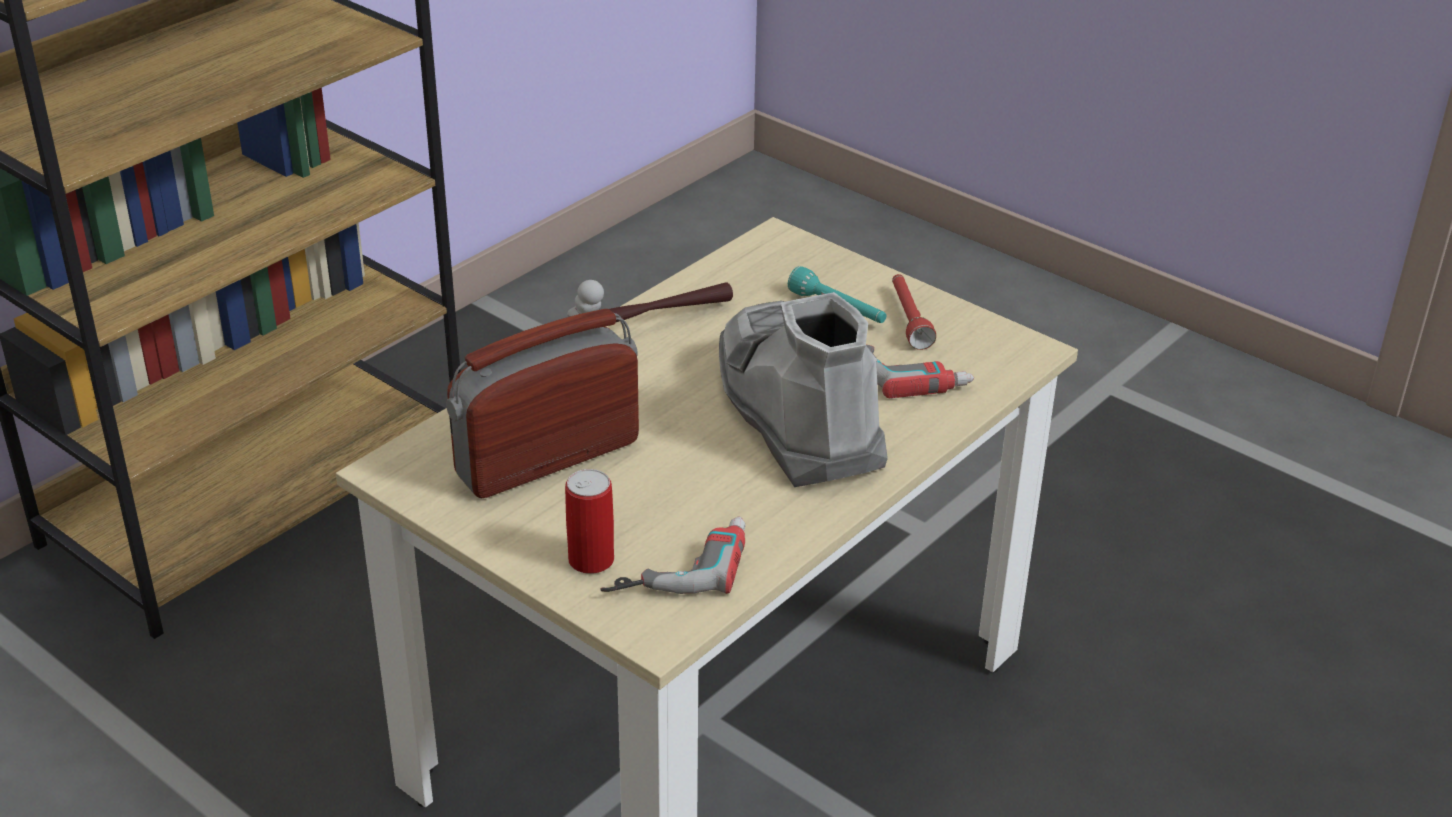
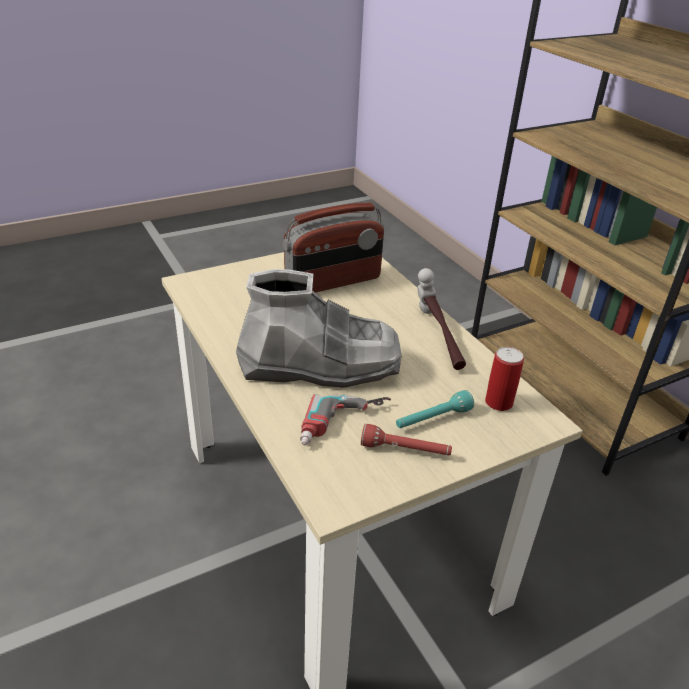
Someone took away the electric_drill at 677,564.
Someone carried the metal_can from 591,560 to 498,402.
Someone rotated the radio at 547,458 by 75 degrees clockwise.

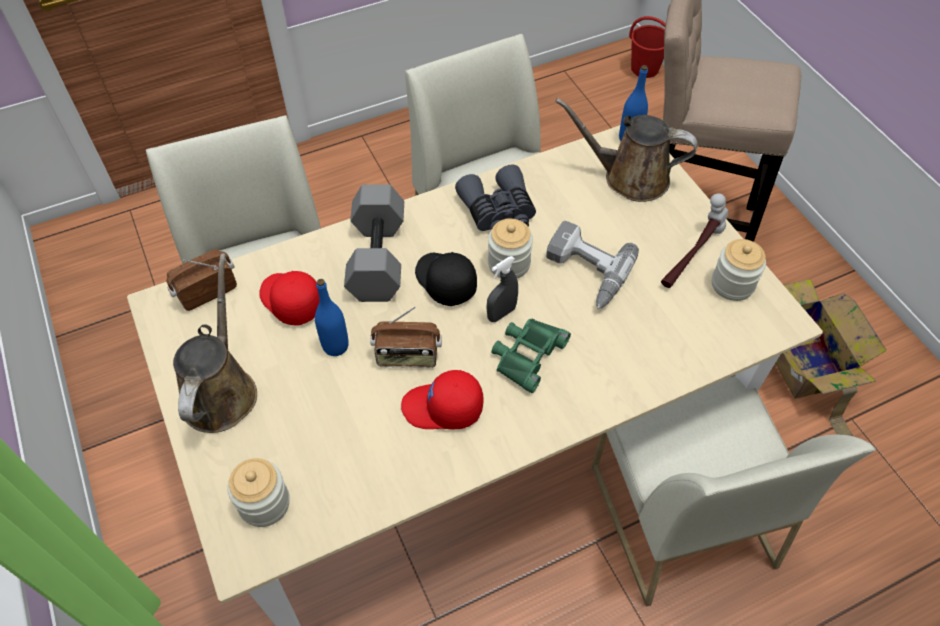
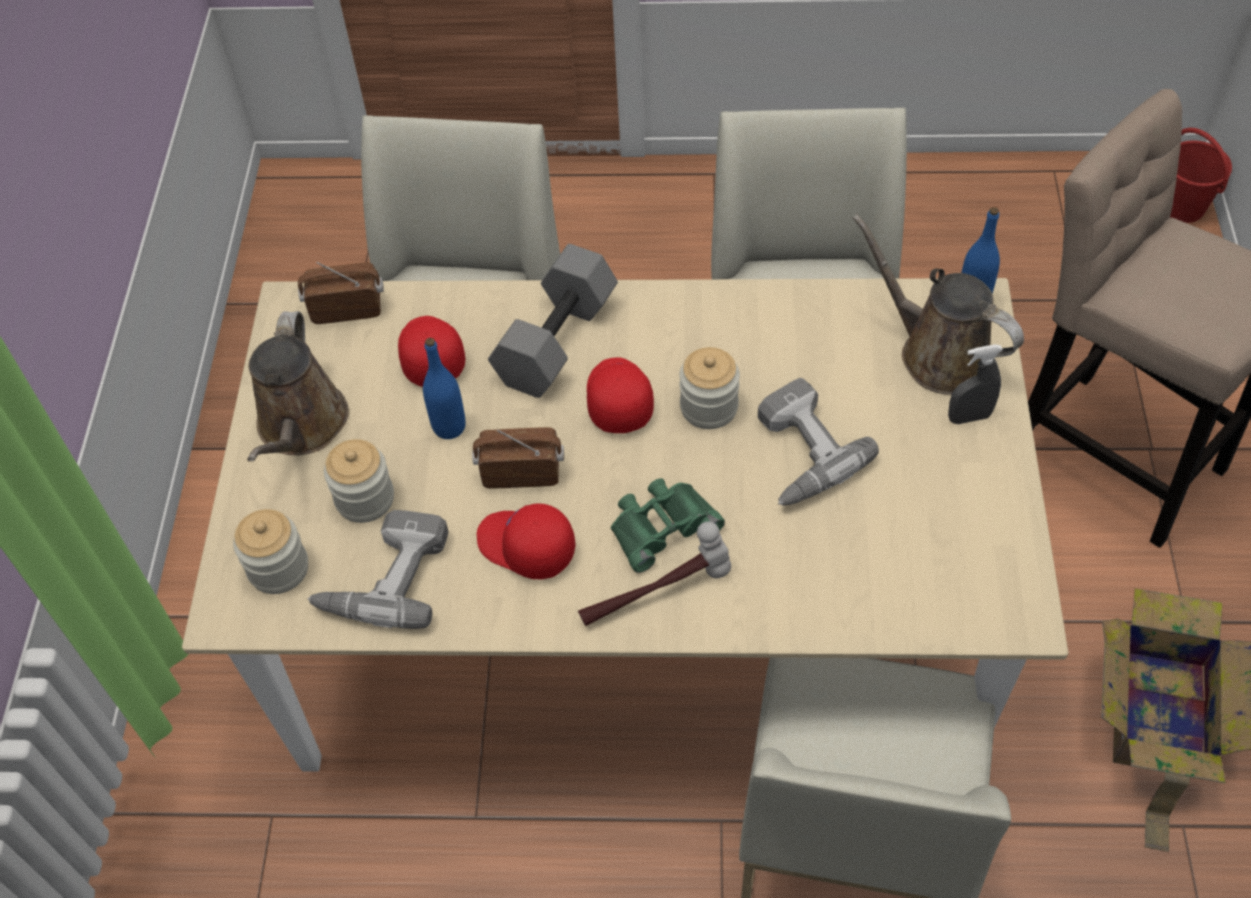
Someone took away the gray_pair_of_binoculars at 498,211.
Someone put down the electric_drill at 384,576.
Someone carried the gray_hand_sprayer from 501,313 to 969,417.
Someone carried the hammer from 691,255 to 655,593.
Someone carried the preserve_jar from 732,284 to 365,498.
Someone repainted the black-coloured_peaked_cap at 444,282, which became the reddish_peaked_cap at 617,399.
Someone rotated the brownish_watering_can at 221,390 by 150 degrees clockwise.
Someone rotated the radio at 407,357 by 150 degrees clockwise.

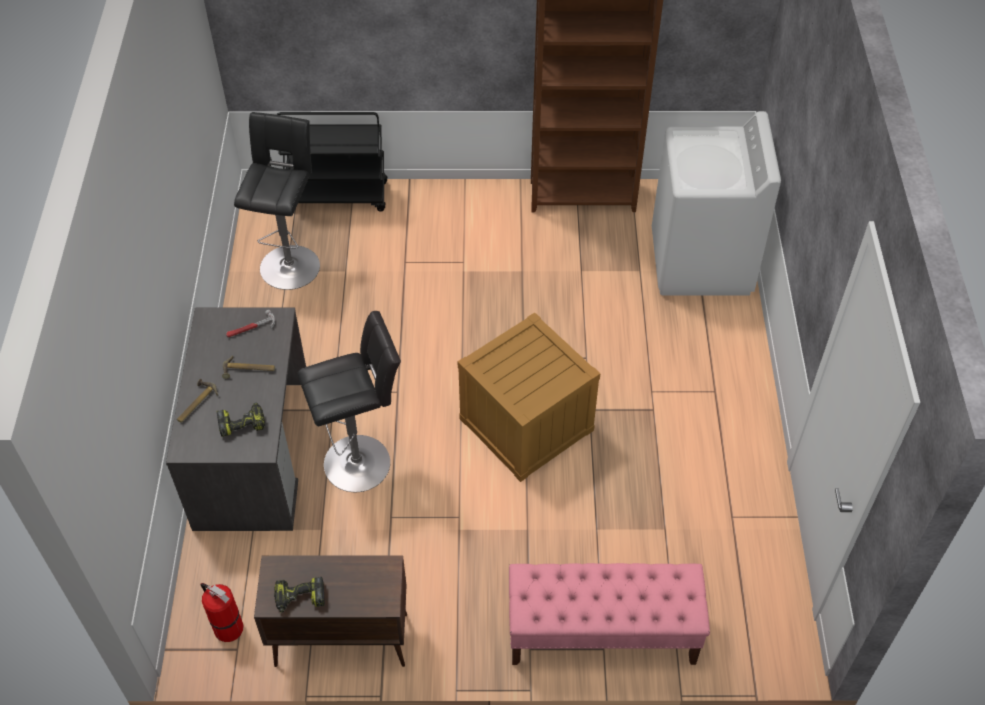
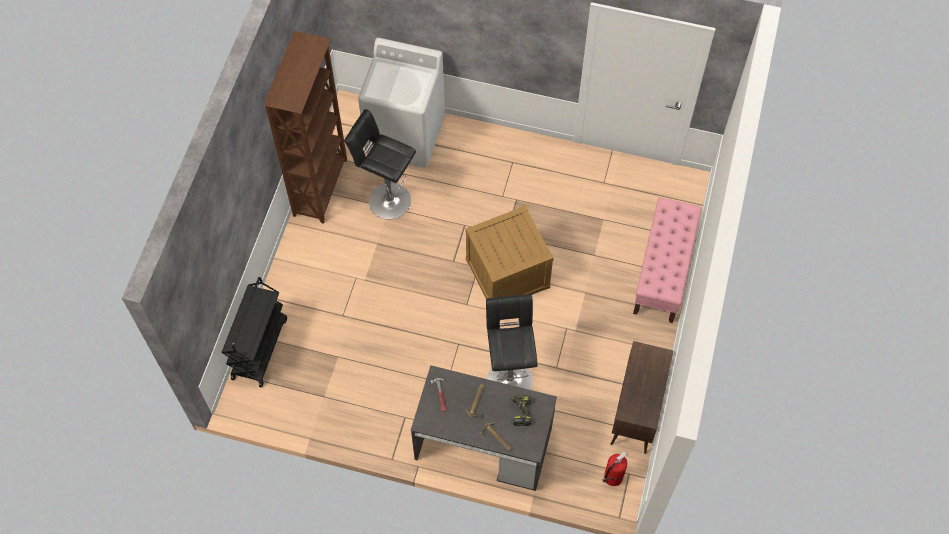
Someone took away the electric_drill at 300,598.
Someone carried the black-coloured_stool_seat from 291,263 to 386,199.

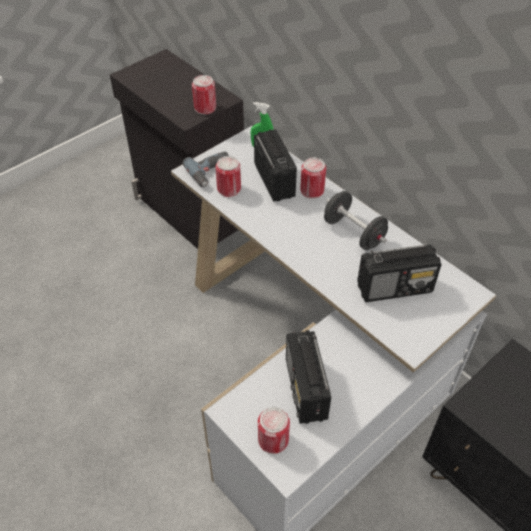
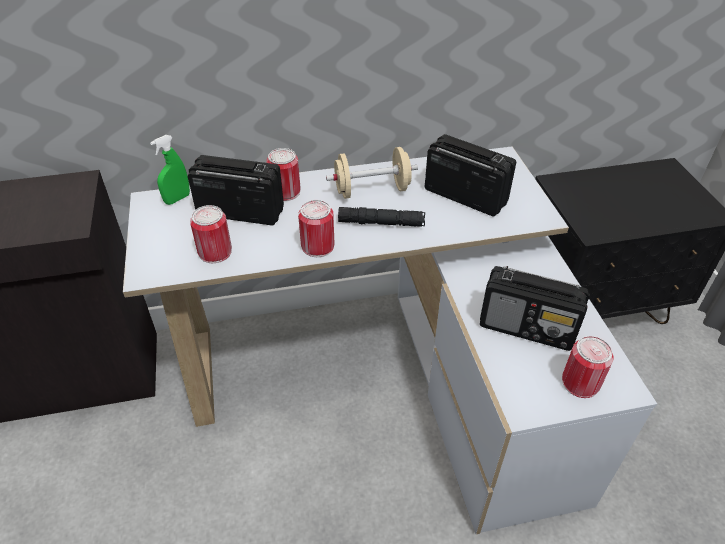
Someone took away the electric_drill at 211,172.
Someone put down the black-coloured_torch at 381,223.
Someone carried the metal_can from 205,107 to 317,246.
Someone repainted the black-coloured_free_weight at 353,233, which became the beige-coloured_free_weight at 372,190.
Someone rotated the radio at 395,288 by 75 degrees counterclockwise.

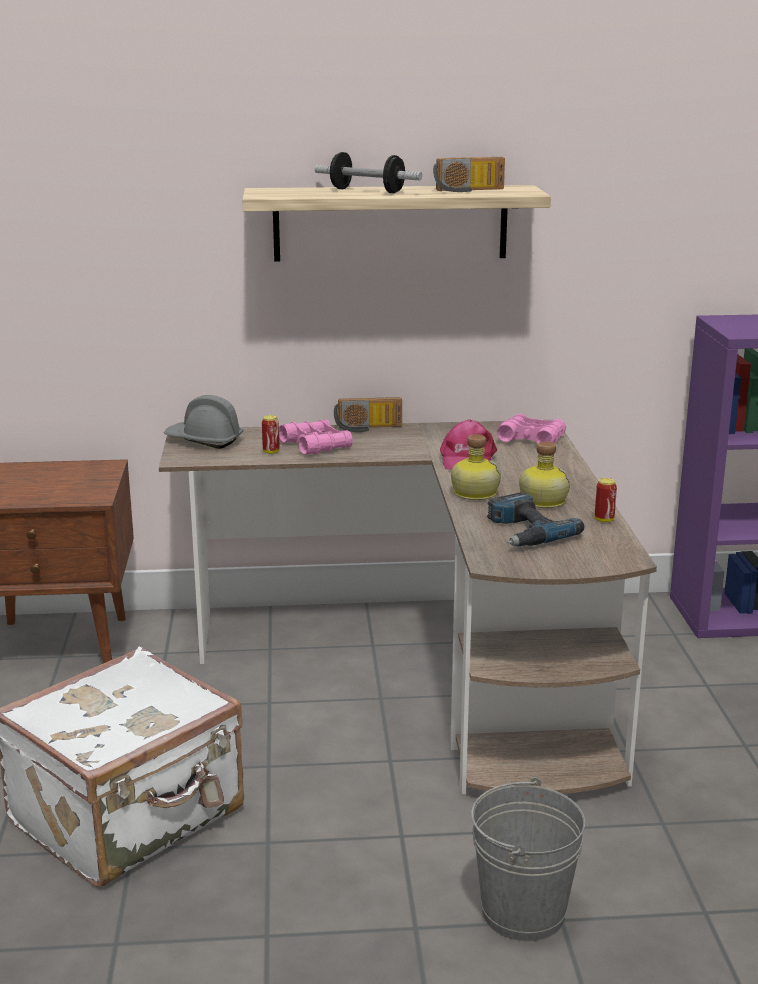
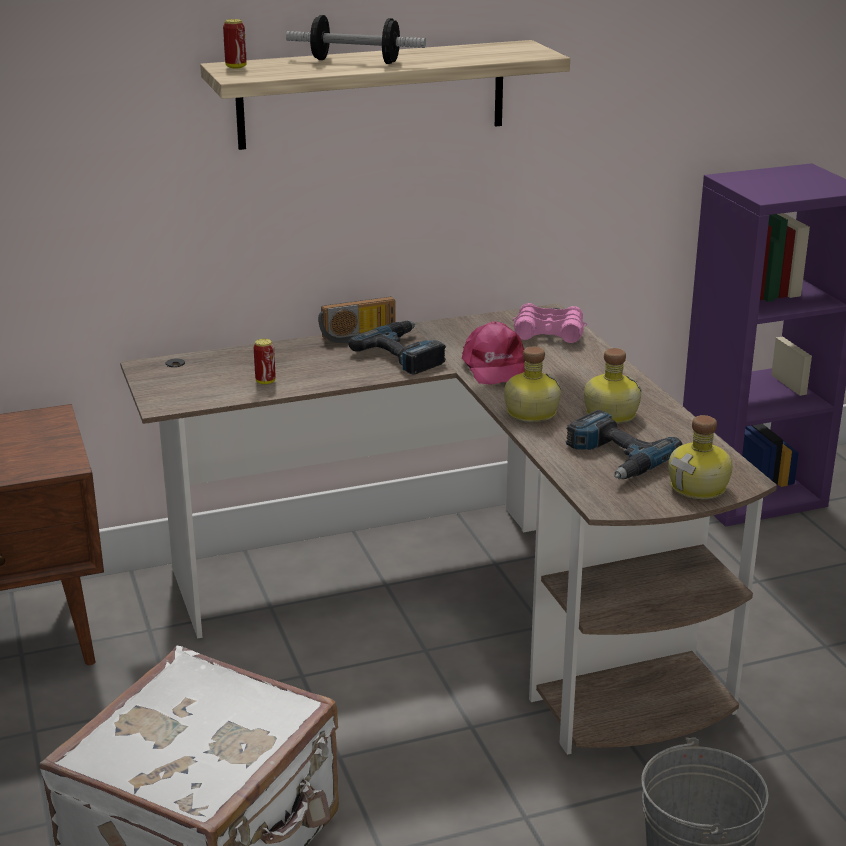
Someone took away the gray_work_helmet at 204,440.
Someone took away the pinkish_pair_of_binoculars at 316,445.
Someone took away the radio at 469,190.
Someone put down the electric_drill at 405,354.
Someone put down the beverage_bottle at 700,487.
Someone carried the metal_can from 604,520 to 236,67.

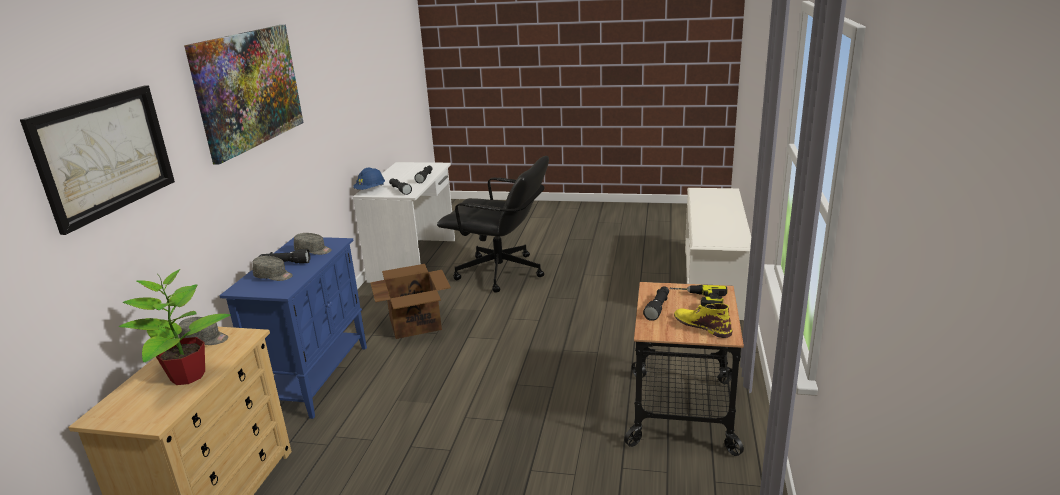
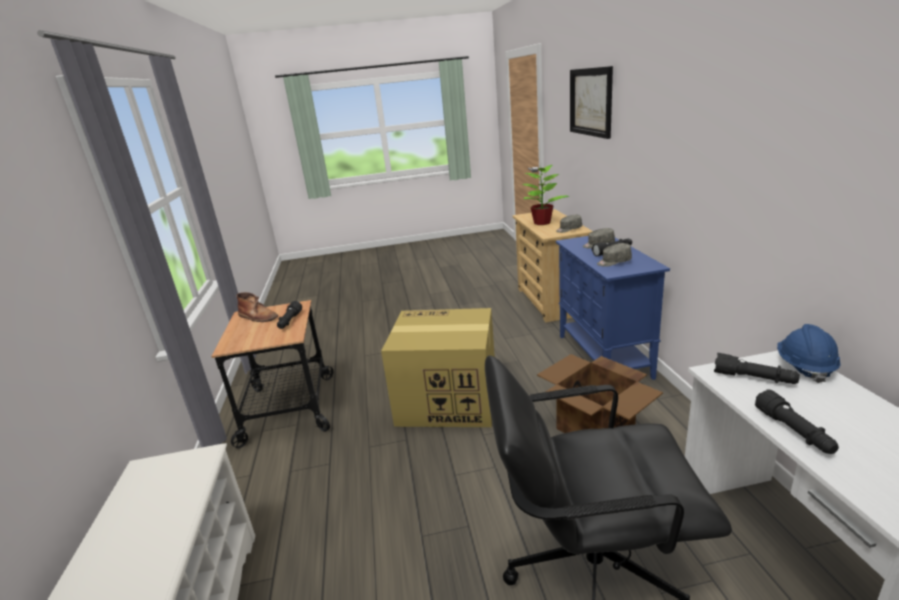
Someone took away the wall_picture at 249,89.
Someone took away the electric_drill at 698,301.
Someone put down the carton at 446,401.
Someone repainted the yellow_tall_boot at 702,325, which became the brownish_tall_boot at 258,317.

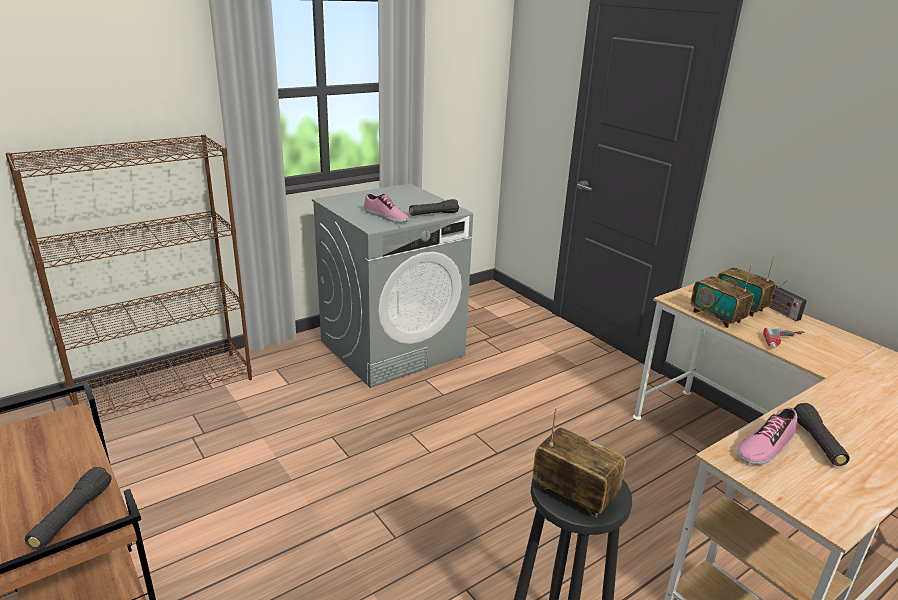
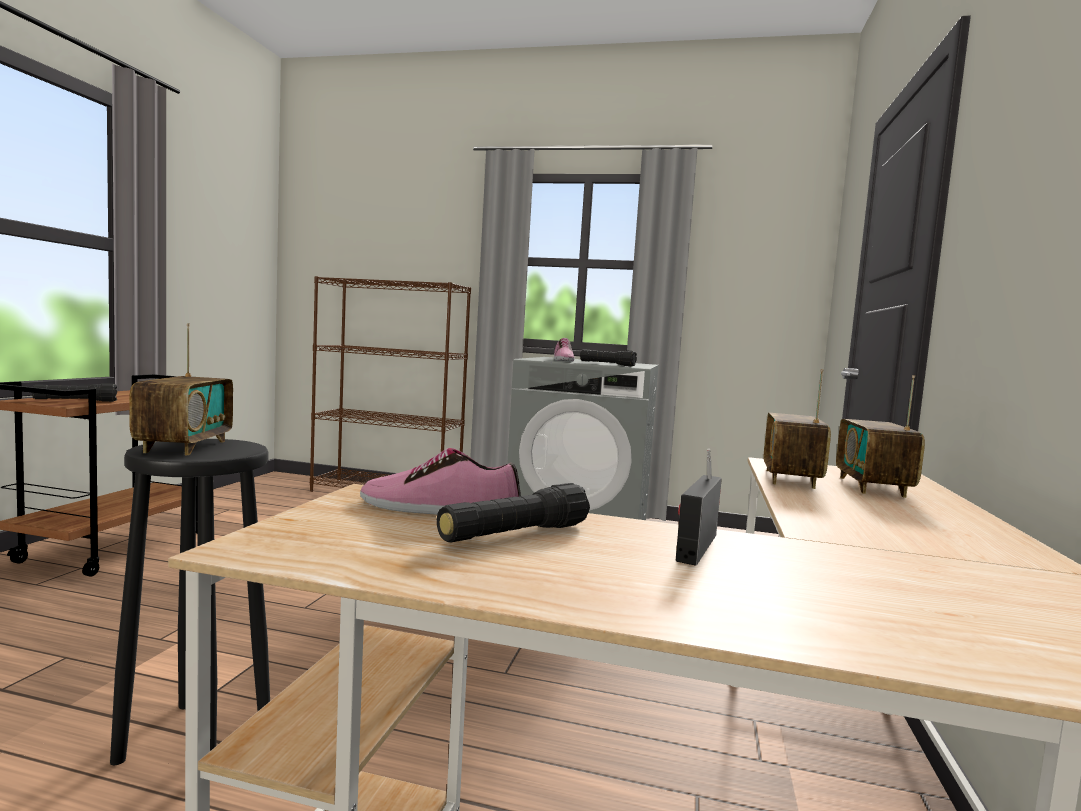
Someone took away the electric_drill at 786,343.
Someone carried the radio from 780,311 to 696,546.

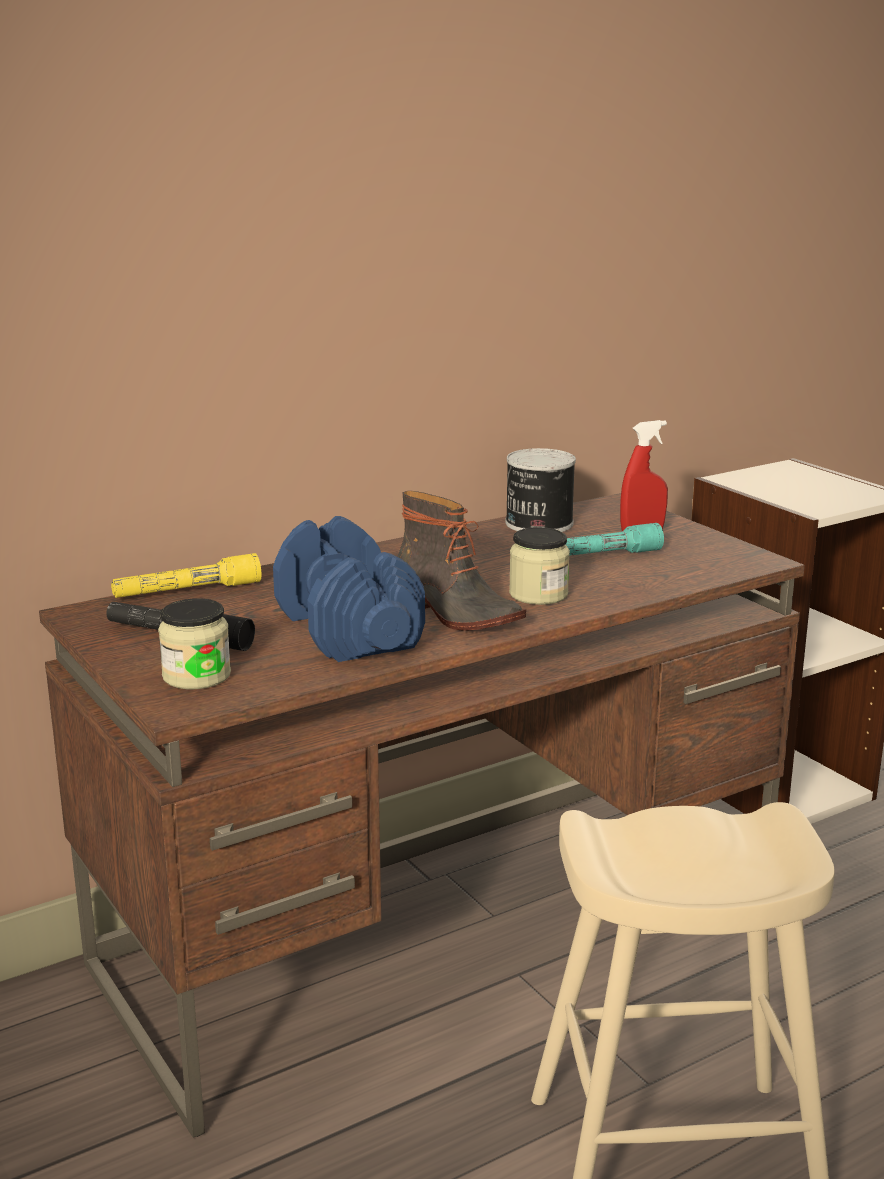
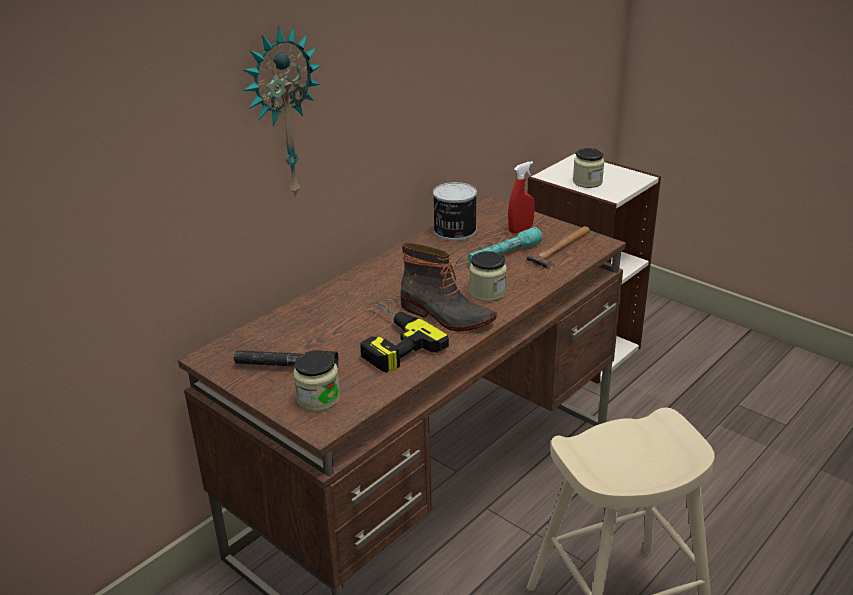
Someone took away the yellow_torch at 187,591.
Someone put up the clock_on_the_wall at 282,114.
Someone put down the hammer at 561,249.
Someone put down the preserve_jar at 587,182.
Someone swapped the bluish_free_weight at 347,629 for the electric_drill at 388,342.

